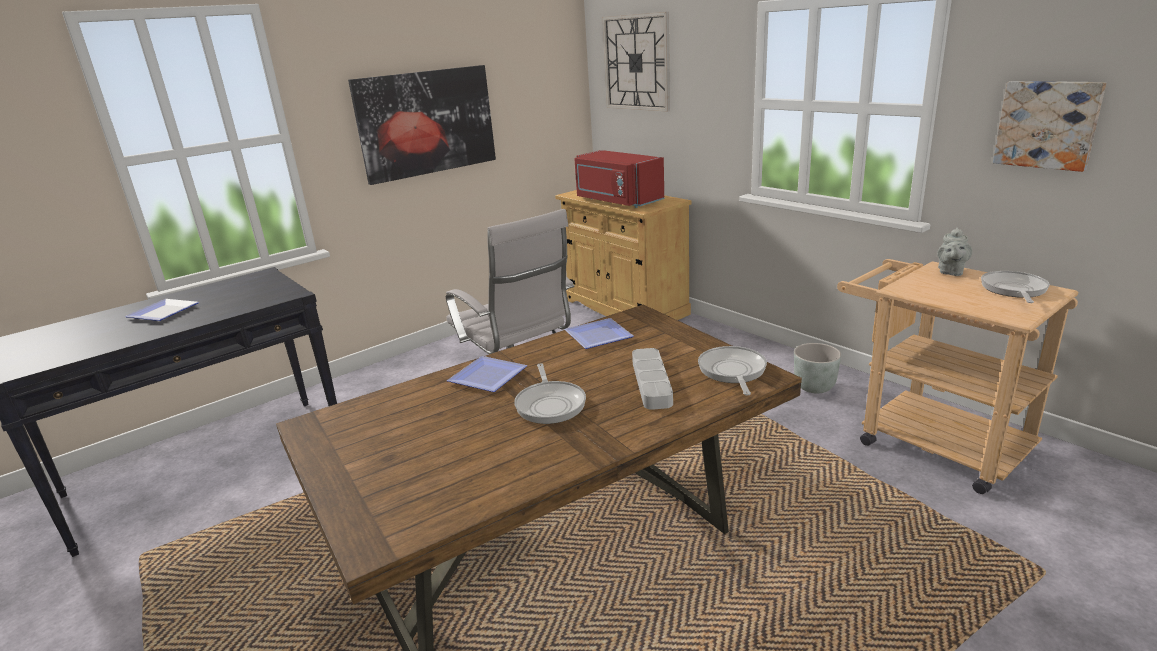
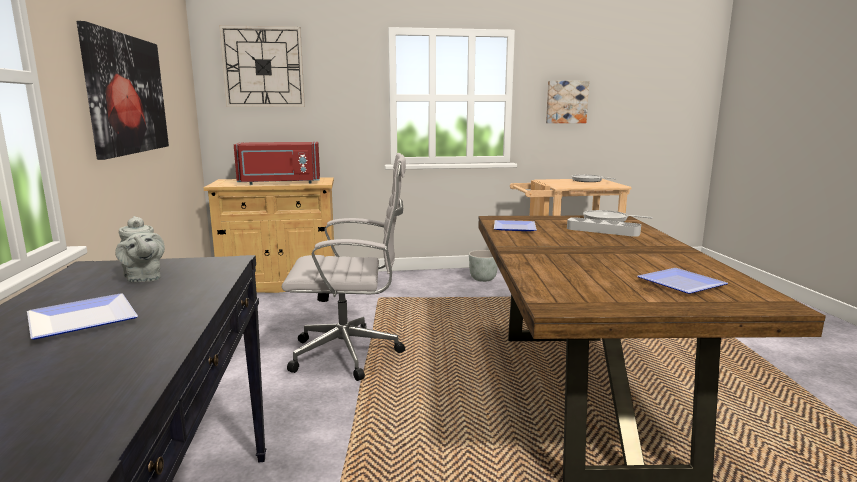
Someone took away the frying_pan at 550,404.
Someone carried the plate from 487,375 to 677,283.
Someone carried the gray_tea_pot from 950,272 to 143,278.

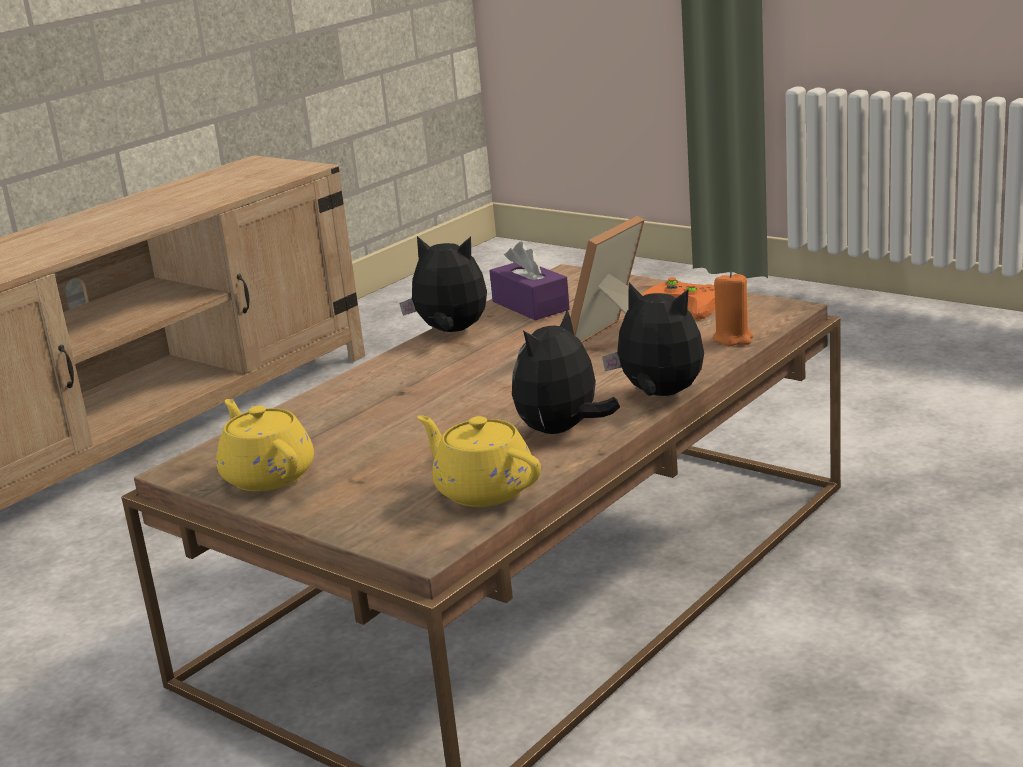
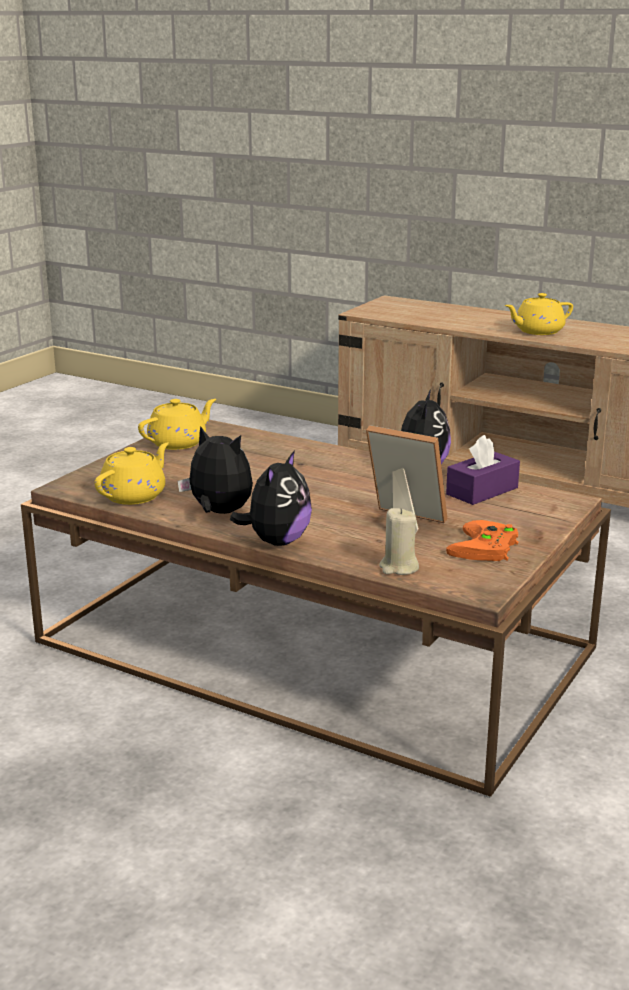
Someone put down the yellow_tea_pot at 537,331.
Someone repainted the orange-coloured_wax_light at 733,338, which became the beige-coloured_wax_light at 398,567.

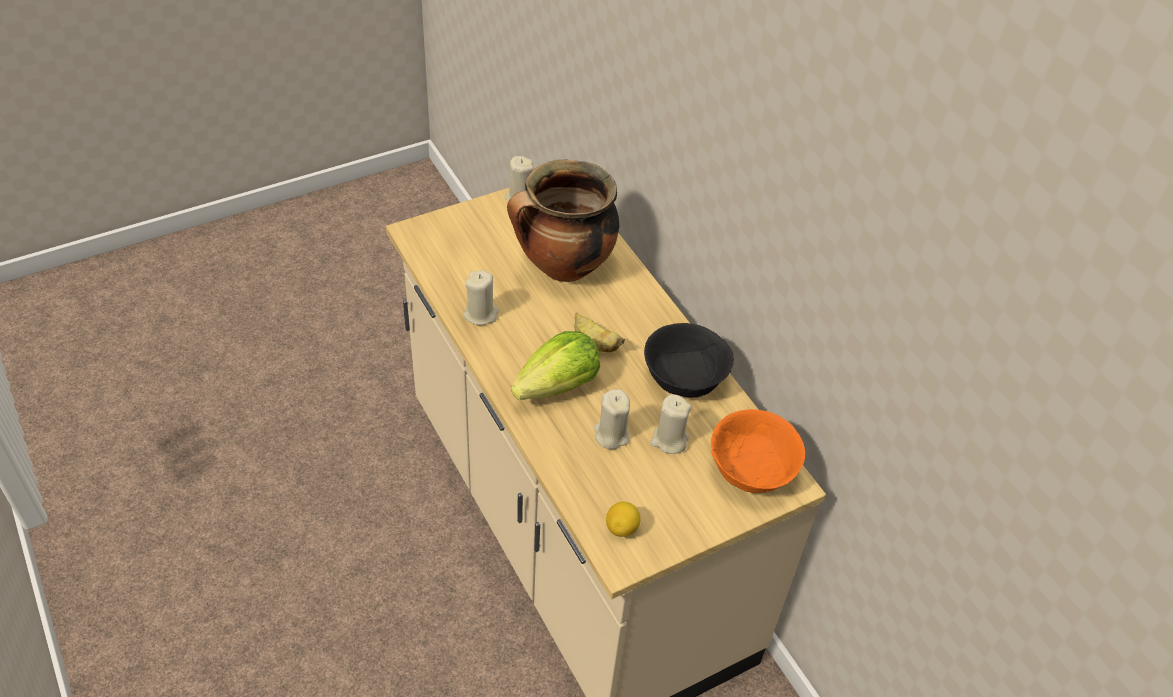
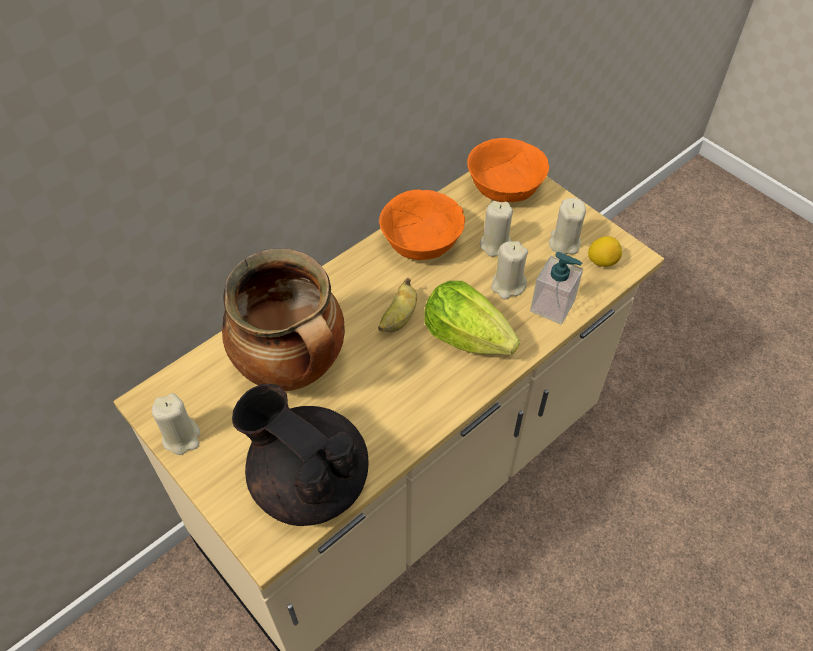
Someone put down the black-coloured_tea_pot at 308,481.
Someone put down the soap_dispenser at 552,306.
Someone carried the beige-coloured_wax_light from 481,314 to 564,243.
Someone repainted the black-coloured_bowl at 684,379, which became the orange-coloured_bowl at 420,244.

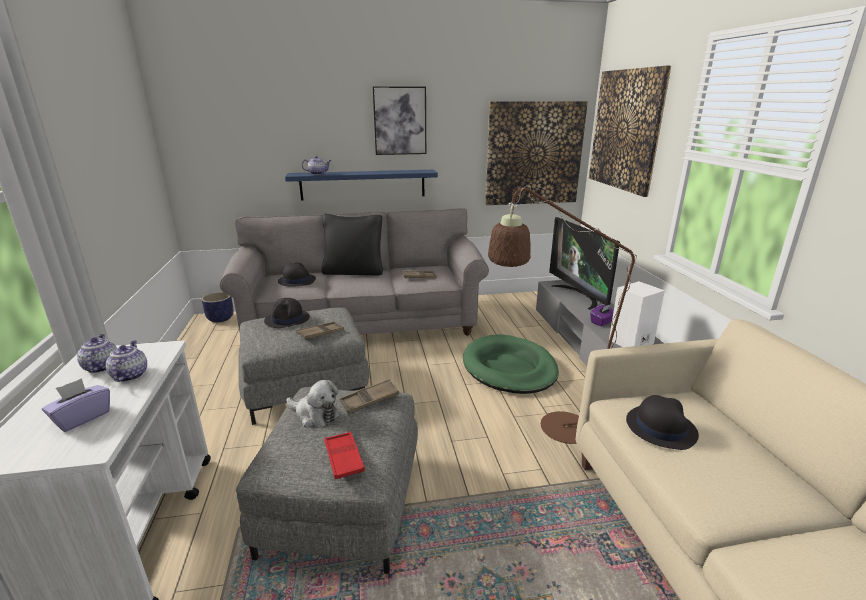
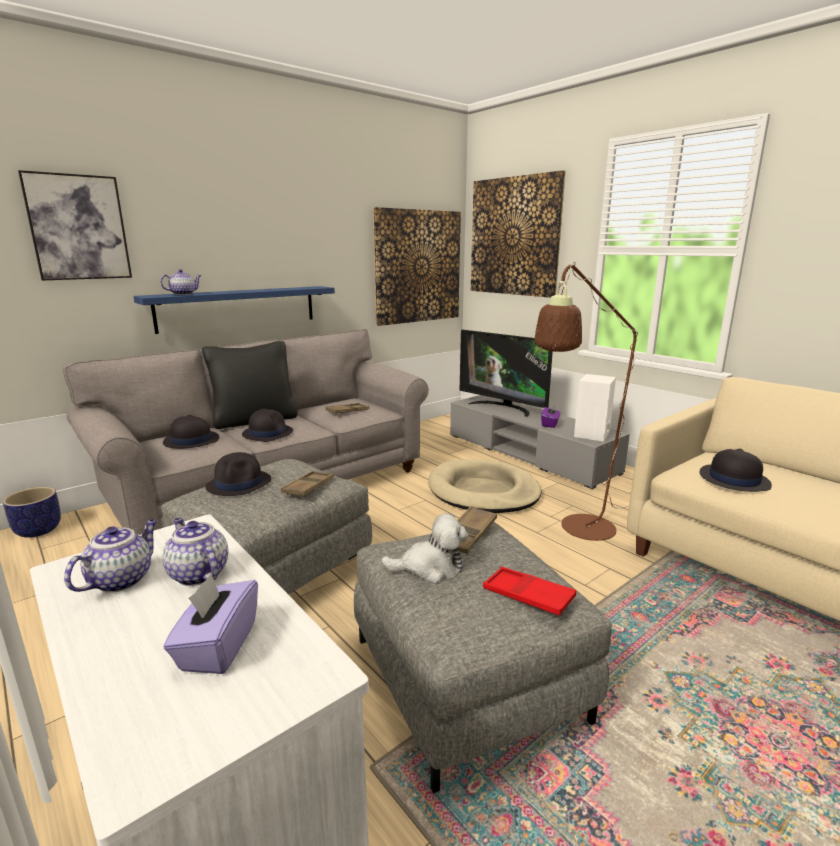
Someone put down the black-coloured_hat at 267,433.
Someone carried the wall_picture from 400,121 to 78,228.
Someone repainted the greenish_dog_cushion at 509,368, which became the beige-coloured_dog_cushion at 483,491.
Someone rotated the tea_pot at 101,367 by 75 degrees clockwise.

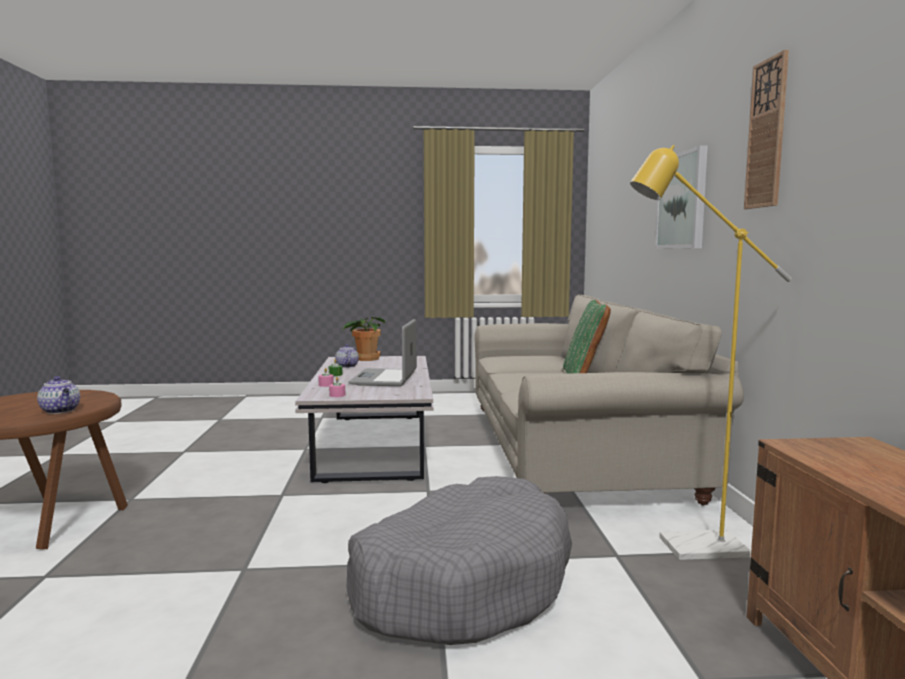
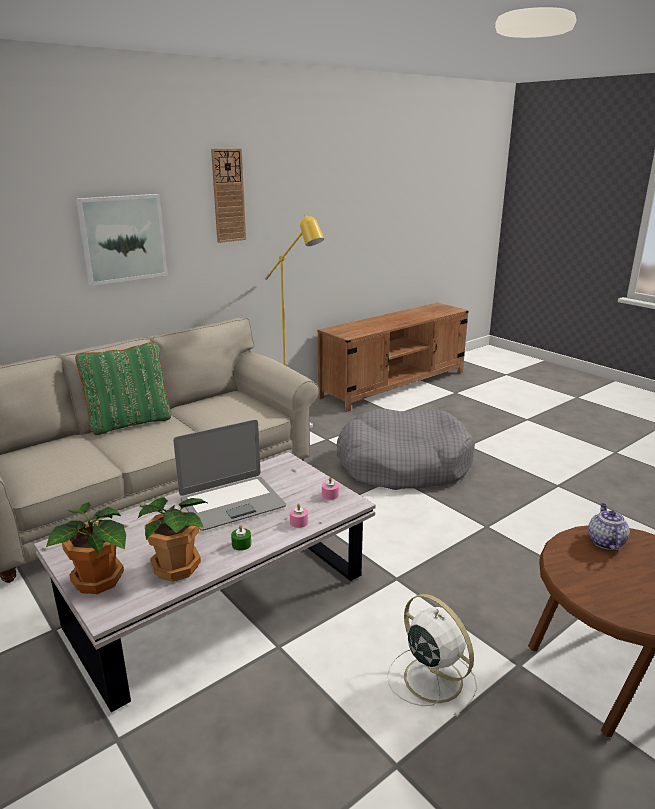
Someone put down the white-coloured_fan at 431,677.
Someone swapped the tea_pot at 346,366 for the houseplant at 176,566.

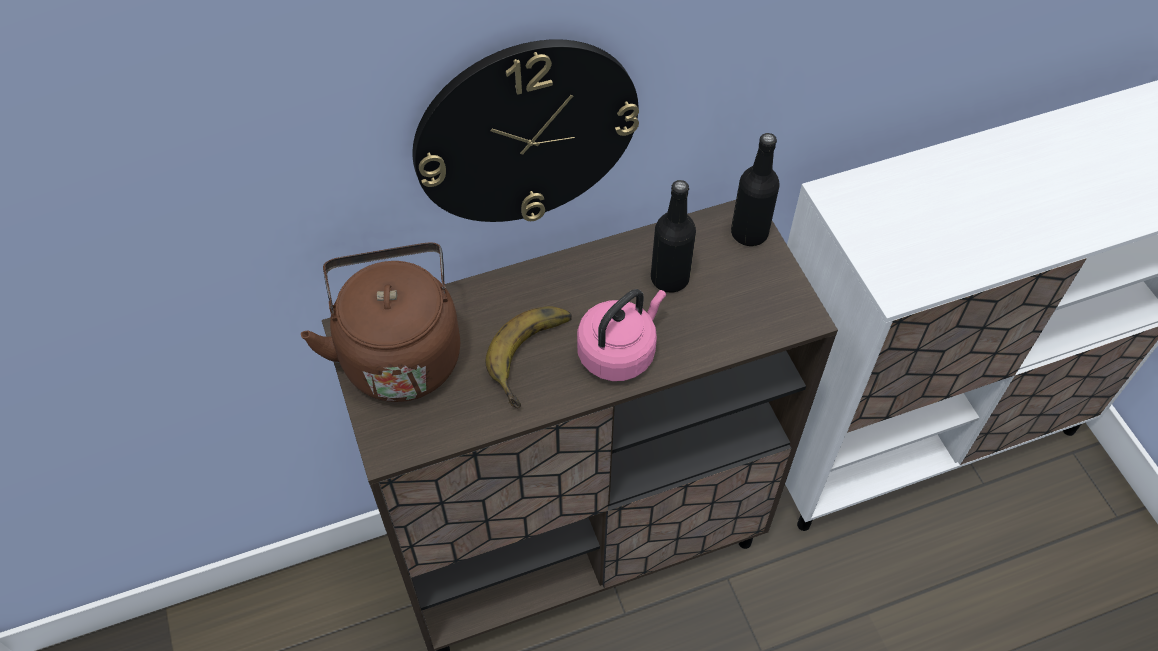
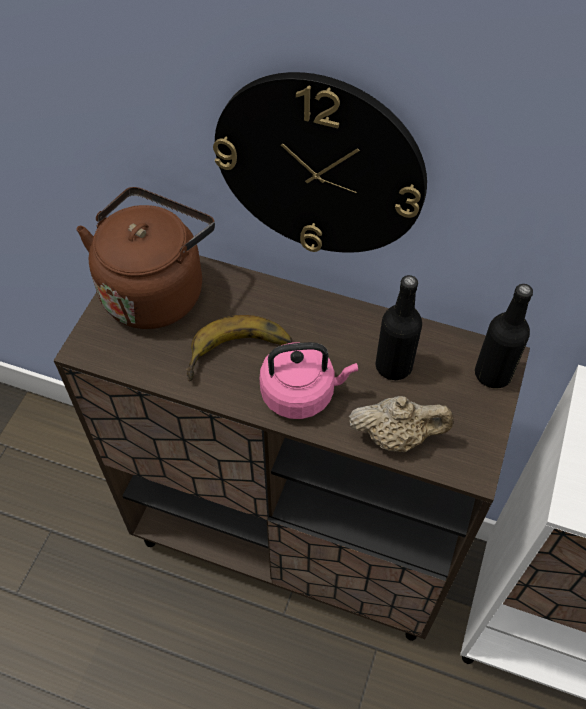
Someone put down the beige-coloured_tea_pot at 396,436.

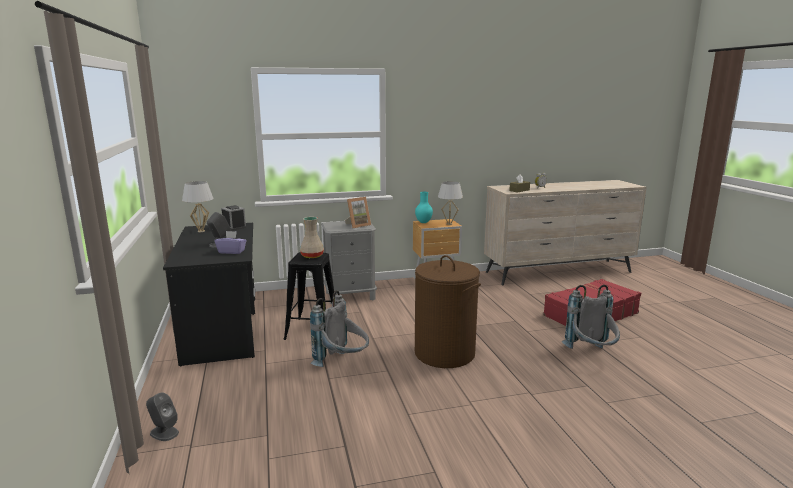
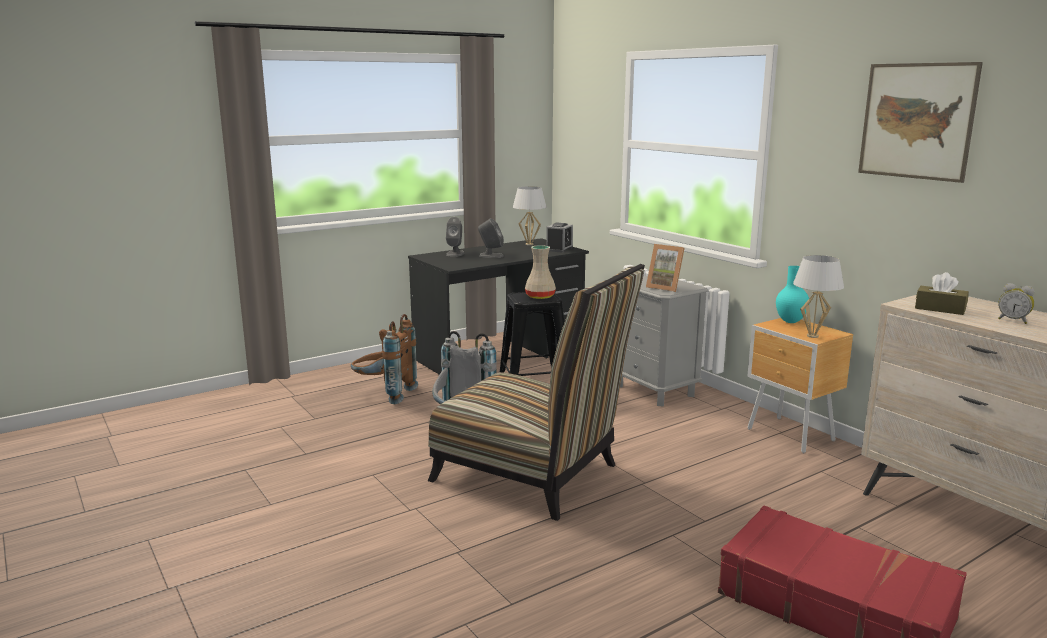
Someone took away the purple_box_of_tissues at 231,251.
Someone took away the gray_backpack at 591,354.
Someone put down the brownish_backpack at 384,394.
Someone put up the wall_picture at 917,121.
Someone carried the gray_audio_speaker from 164,433 to 455,253.
Someone swapped the brownish_hamper at 445,353 for the upright_chair at 534,476.

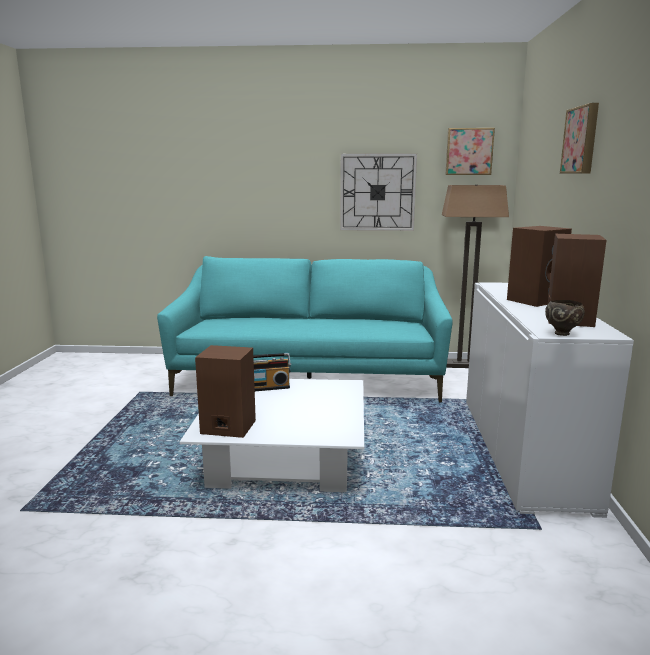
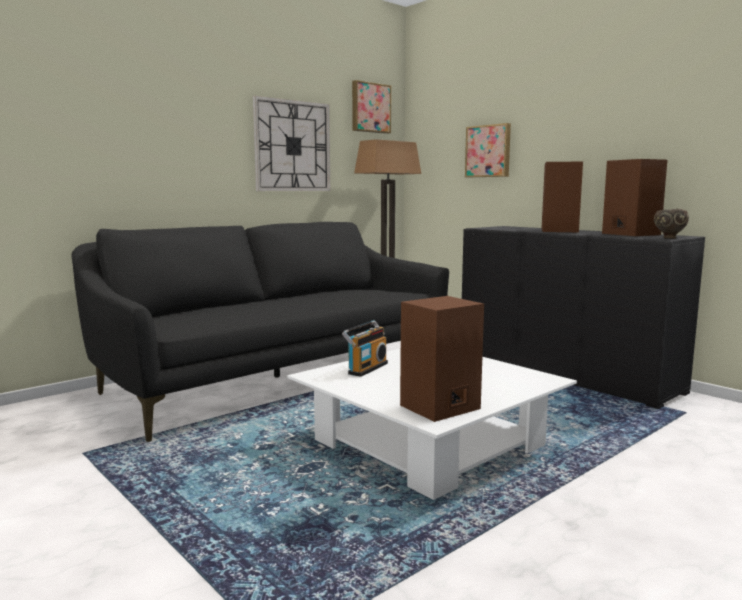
Someone carried the wall_picture from 582,140 to 488,151.
Someone repainted the blue-green_couch at 309,378, which became the black-coloured_couch at 276,376.
Someone repainted the white-coloured_cupboard at 522,450, which became the black-coloured_cupboard at 564,374.

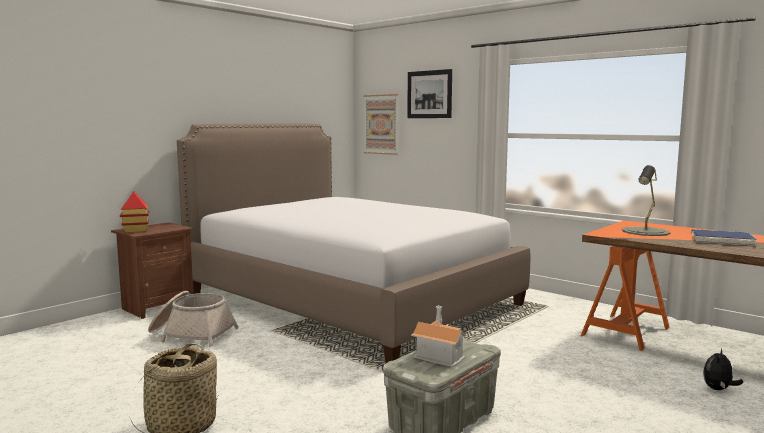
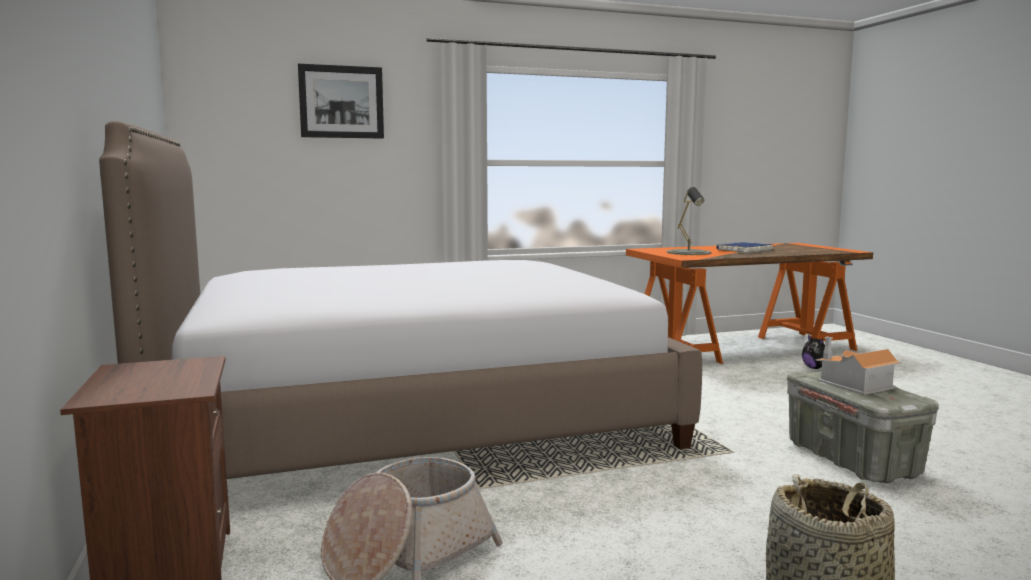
Someone took away the miniature_house at 136,230.
Someone took away the wall_picture at 381,124.

